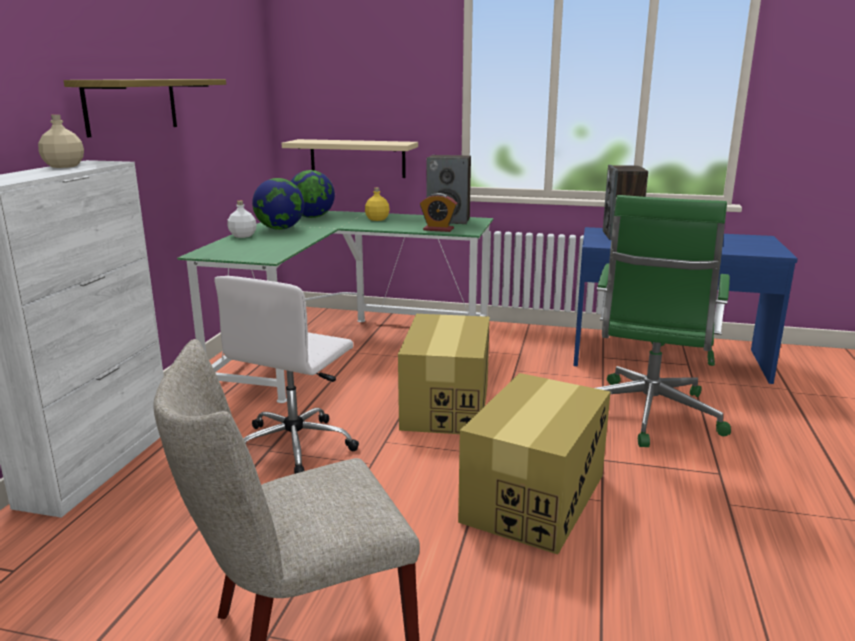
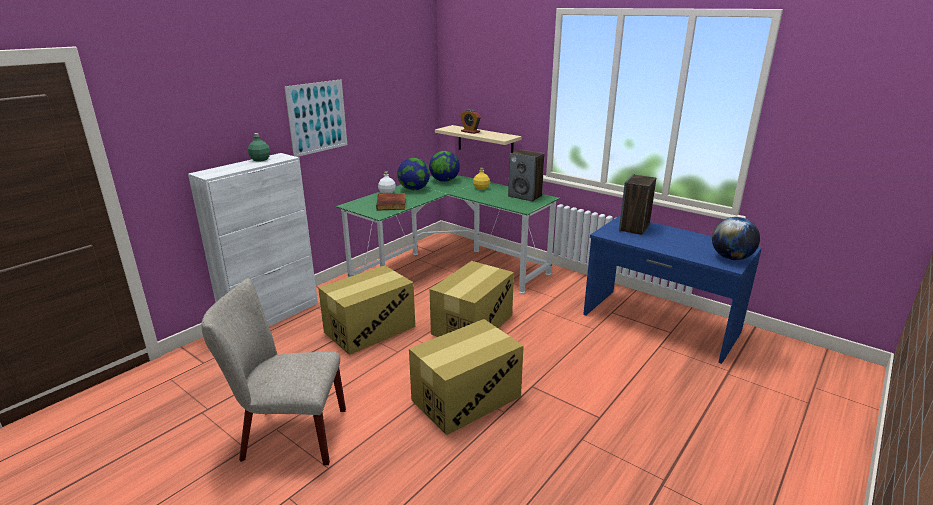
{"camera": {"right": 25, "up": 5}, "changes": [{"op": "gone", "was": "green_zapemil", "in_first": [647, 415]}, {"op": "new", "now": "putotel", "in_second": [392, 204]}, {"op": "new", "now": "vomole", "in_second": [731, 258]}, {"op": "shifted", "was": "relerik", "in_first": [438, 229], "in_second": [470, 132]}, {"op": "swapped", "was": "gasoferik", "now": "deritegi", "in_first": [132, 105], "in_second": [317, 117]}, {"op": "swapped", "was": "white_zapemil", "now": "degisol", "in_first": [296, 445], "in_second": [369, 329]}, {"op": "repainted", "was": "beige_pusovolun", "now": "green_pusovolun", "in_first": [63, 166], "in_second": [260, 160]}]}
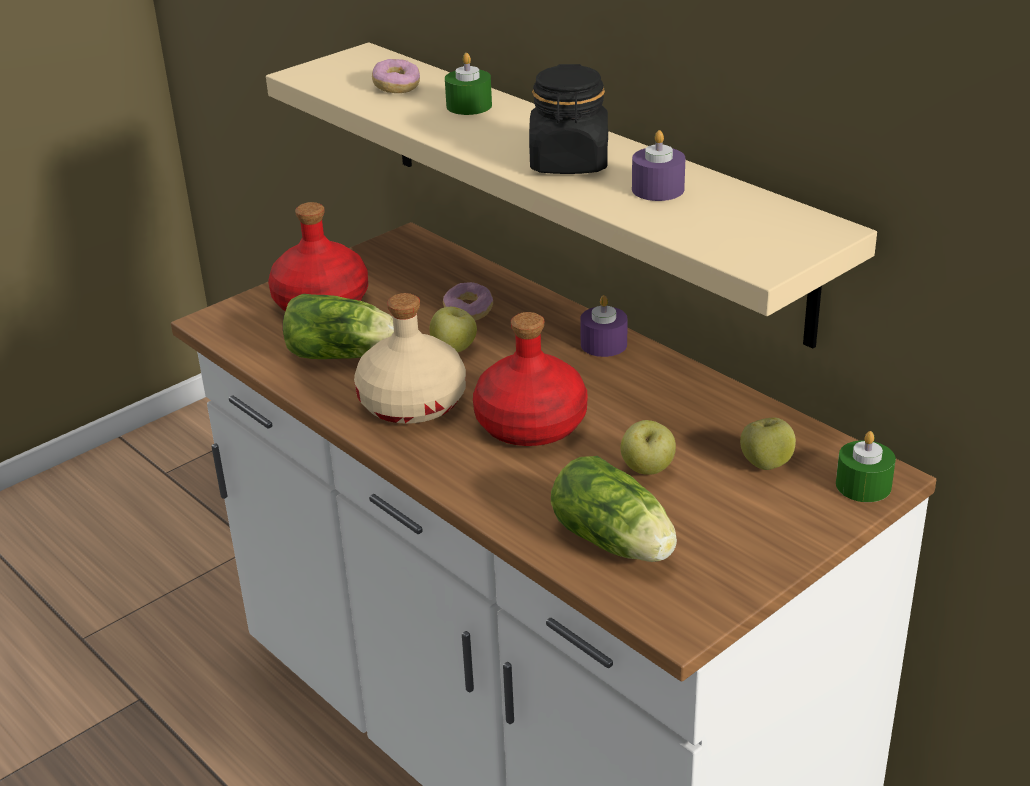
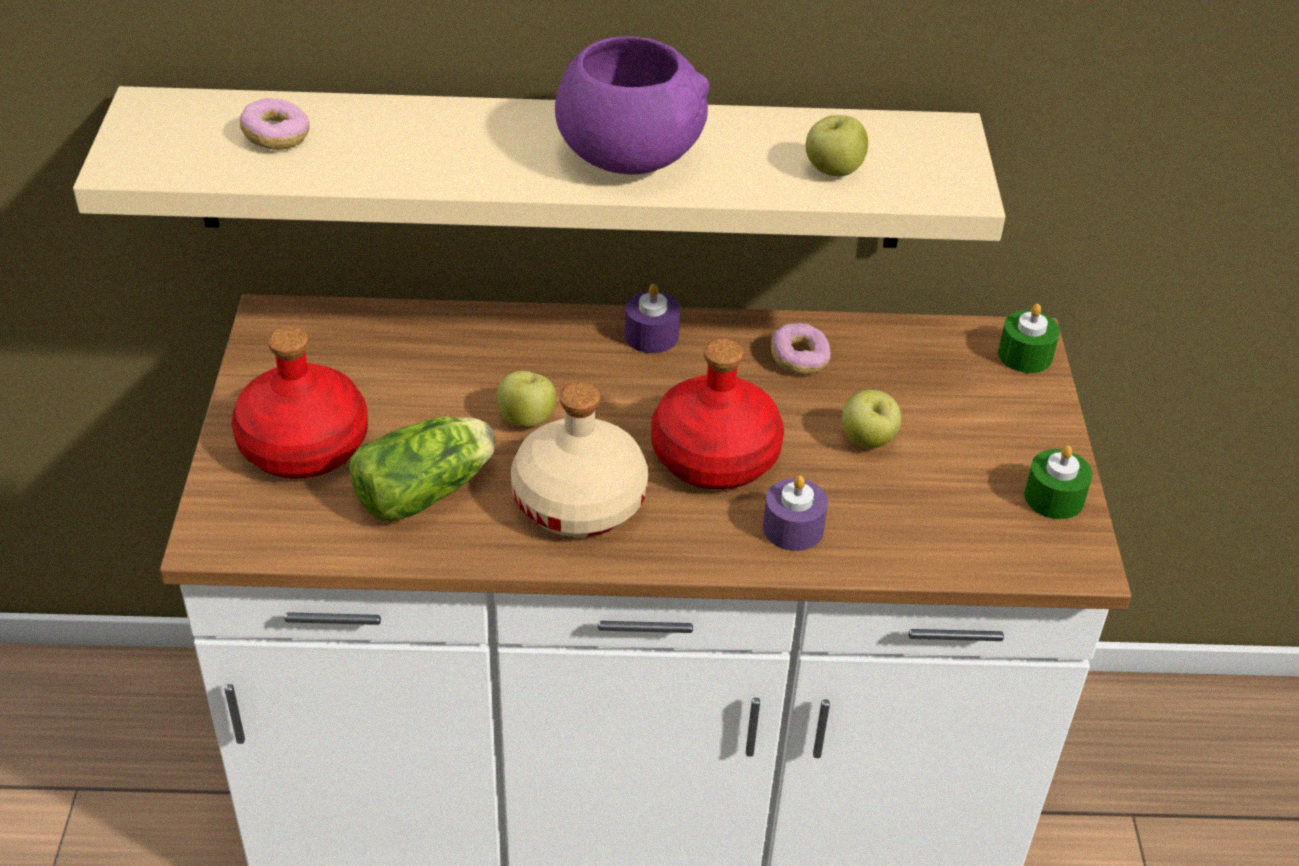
{"camera": {"right": -50, "up": 10}, "changes": [{"op": "gone", "was": "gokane", "in_first": [616, 544]}, {"op": "shifted", "was": "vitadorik", "in_first": [468, 312], "in_second": [799, 360]}, {"op": "shifted", "was": "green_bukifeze", "in_first": [469, 106], "in_second": [1054, 498]}, {"op": "shifted", "was": "purple_bukifeze", "in_first": [658, 189], "in_second": [793, 528]}, {"op": "shifted", "was": "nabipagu", "in_first": [766, 464], "in_second": [833, 171]}, {"op": "swapped", "was": "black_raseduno", "now": "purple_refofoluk", "in_first": [569, 163], "in_second": [628, 157]}]}
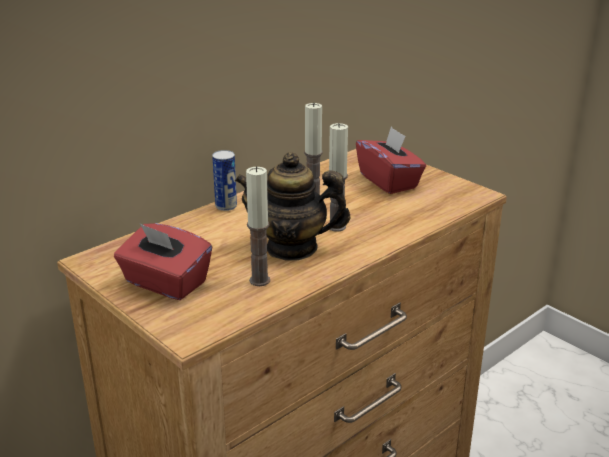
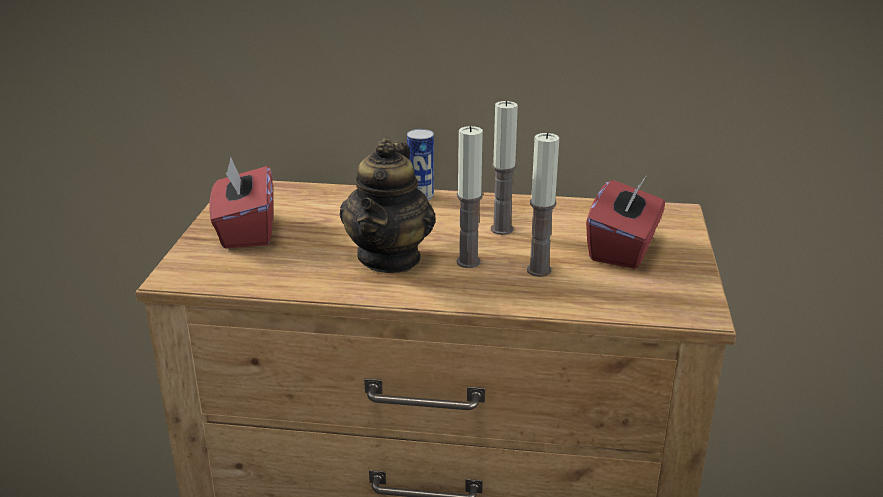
{"camera": {"right": 50, "up": 0}, "changes": [{"op": "shifted", "was": "bukifeze", "in_first": [259, 280], "in_second": [539, 270]}, {"op": "rotated", "was": "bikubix", "in_first": [292, 248], "in_second": [390, 257], "clockwise": -135}]}
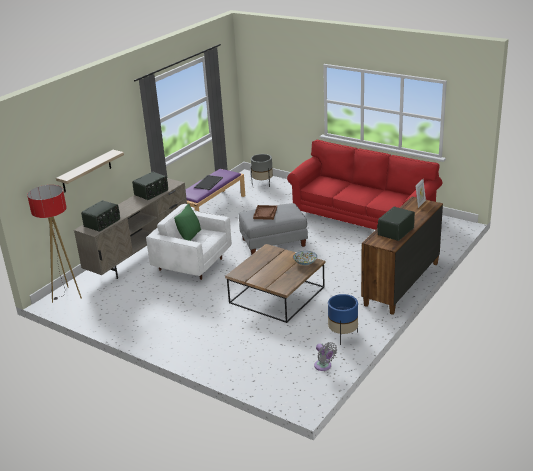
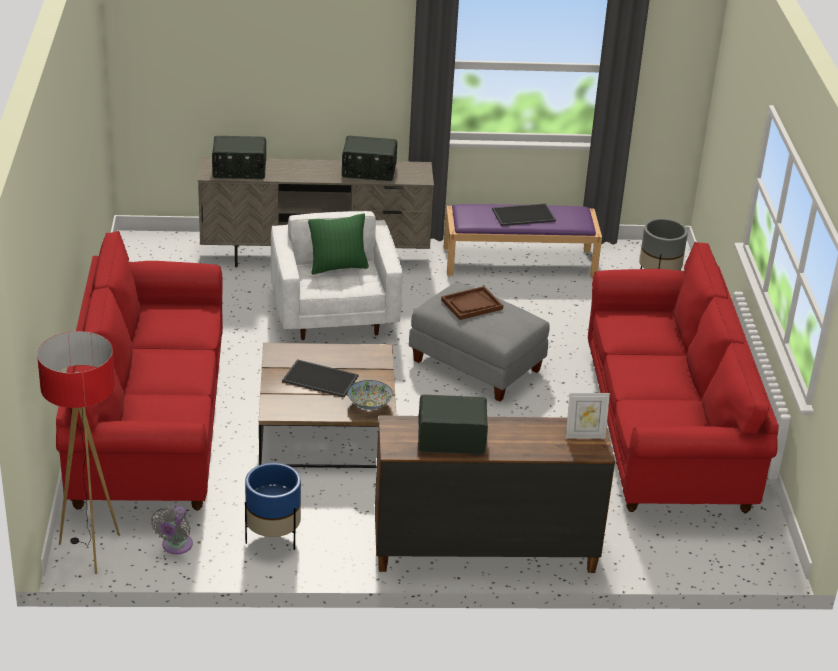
{"camera": {"right": 50, "up": 5}, "changes": [{"op": "gone", "was": "gasoferik", "in_first": [86, 171]}, {"op": "new", "now": "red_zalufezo", "in_second": [150, 425]}, {"op": "new", "now": "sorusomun", "in_second": [321, 378]}, {"op": "shifted", "was": "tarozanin", "in_first": [67, 296], "in_second": [91, 551]}]}
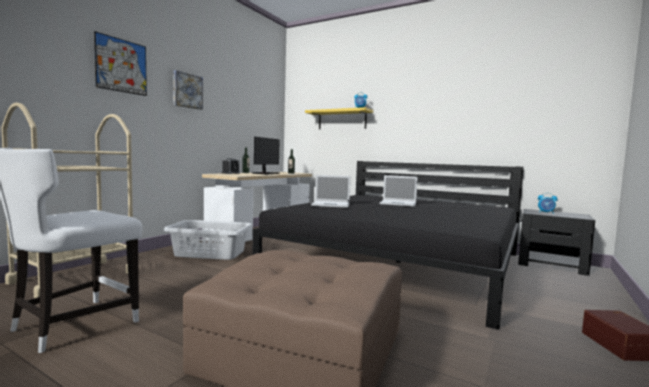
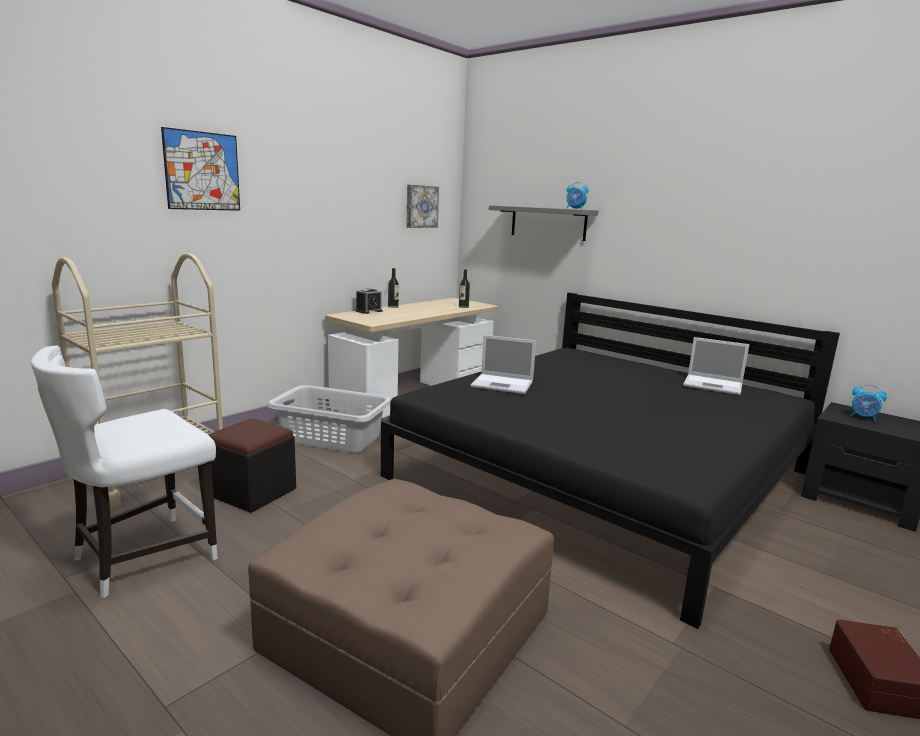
{"camera": {"right": 10, "up": 10}, "changes": [{"op": "gone", "was": "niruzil", "in_first": [265, 173]}, {"op": "new", "now": "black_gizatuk", "in_second": [253, 492]}, {"op": "shifted", "was": "deritegi", "in_first": [187, 91], "in_second": [421, 206]}, {"op": "shifted", "was": "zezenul", "in_first": [399, 203], "in_second": [714, 385]}, {"op": "repainted", "was": "yellow_gasoferik", "now": "grey_gasoferik", "in_first": [342, 120], "in_second": [548, 223]}]}
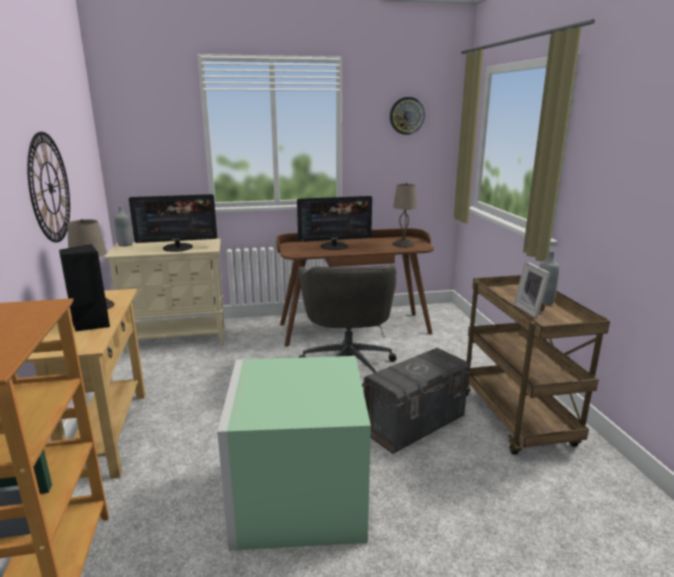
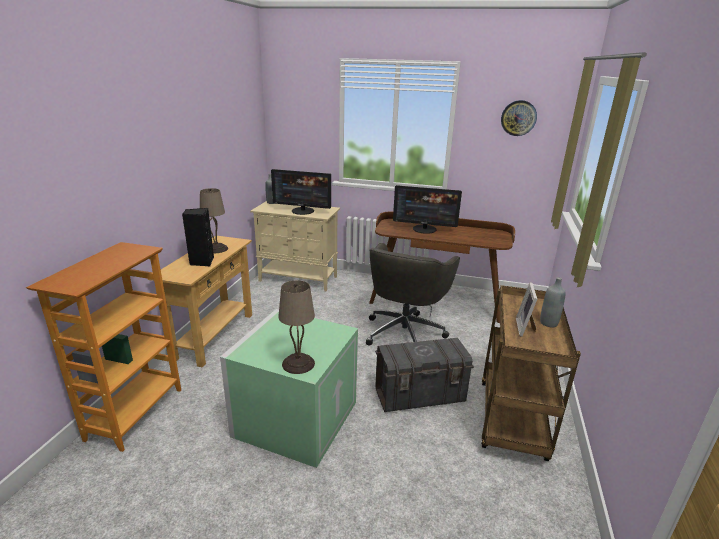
{"camera": {"right": 25, "up": 5}, "changes": [{"op": "gone", "was": "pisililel", "in_first": [50, 188]}, {"op": "shifted", "was": "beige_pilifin", "in_first": [404, 244], "in_second": [298, 364]}]}
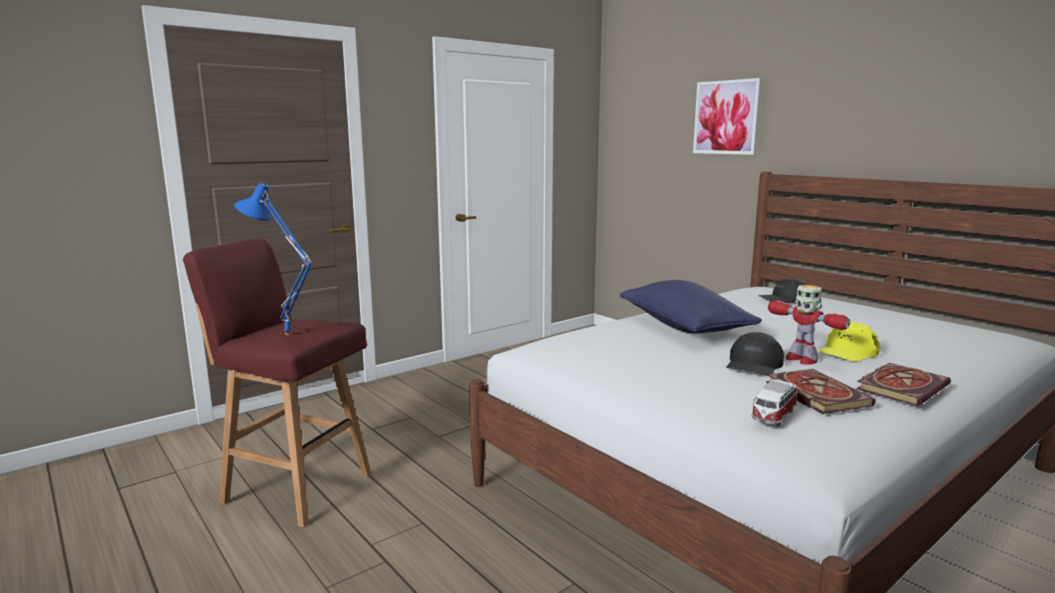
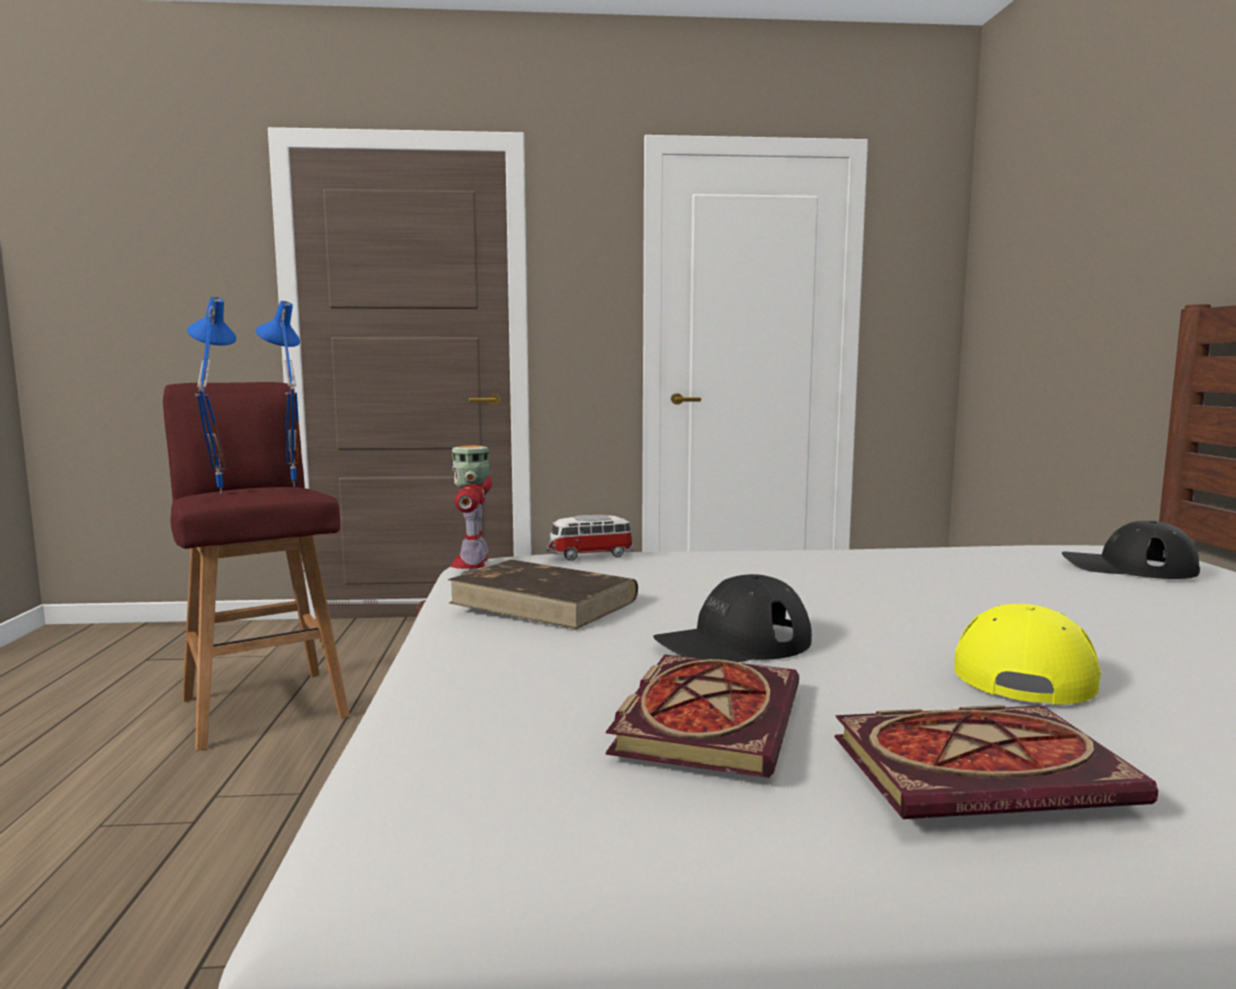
{"camera": {"right": 35, "up": -5}, "changes": [{"op": "gone", "was": "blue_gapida", "in_first": [684, 327]}, {"op": "gone", "was": "deritegi", "in_first": [726, 117]}, {"op": "new", "now": "blue_pilifin", "in_second": [290, 486]}, {"op": "new", "now": "brown_putotel", "in_second": [545, 602]}, {"op": "shifted", "was": "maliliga", "in_first": [773, 416], "in_second": [589, 555]}, {"op": "shifted", "was": "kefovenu", "in_first": [800, 359], "in_second": [472, 563]}, {"op": "rotated", "was": "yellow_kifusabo", "in_first": [847, 352], "in_second": [1024, 670], "clockwise": 120}]}
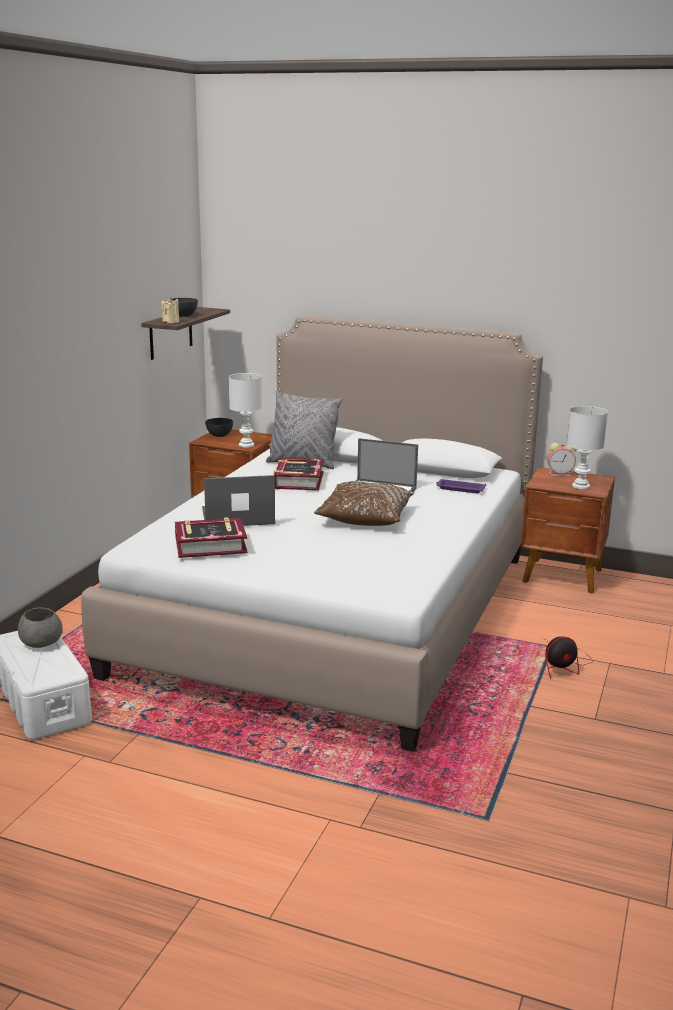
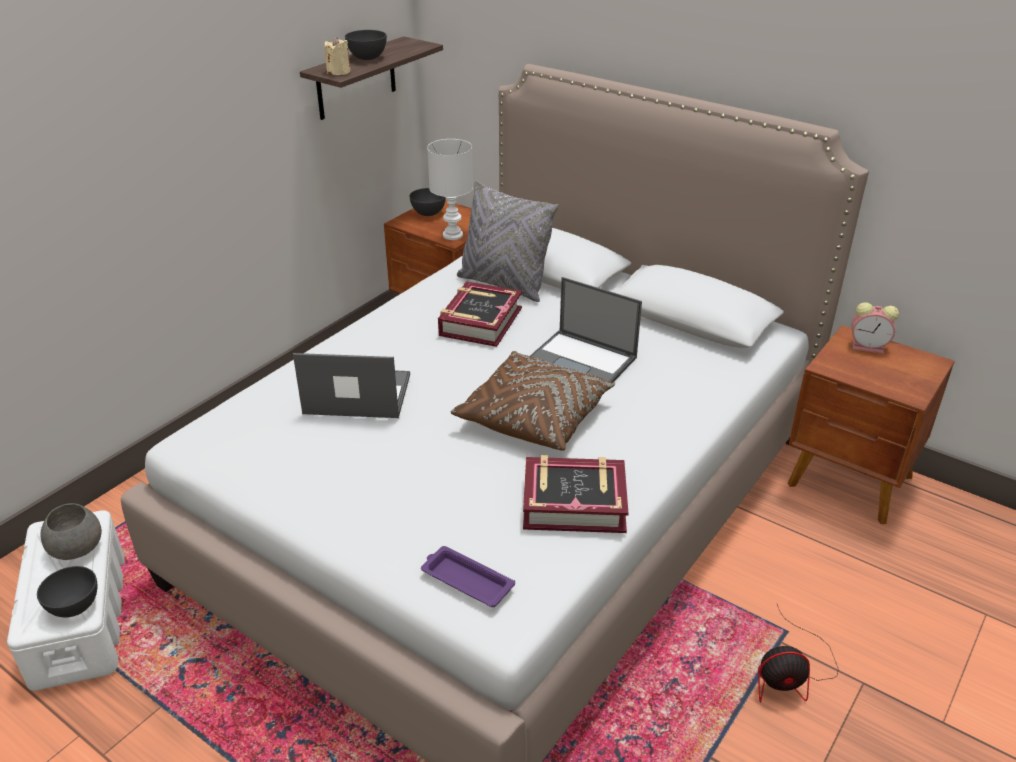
{"camera": {"right": 15, "up": 15}, "changes": [{"op": "gone", "was": "white_pilifin", "in_first": [580, 486]}, {"op": "new", "now": "grey_refofoluk", "in_second": [74, 606]}, {"op": "shifted", "was": "putotel", "in_first": [210, 545], "in_second": [574, 503]}, {"op": "shifted", "was": "purple_sorusomun", "in_first": [459, 489], "in_second": [466, 580]}]}
